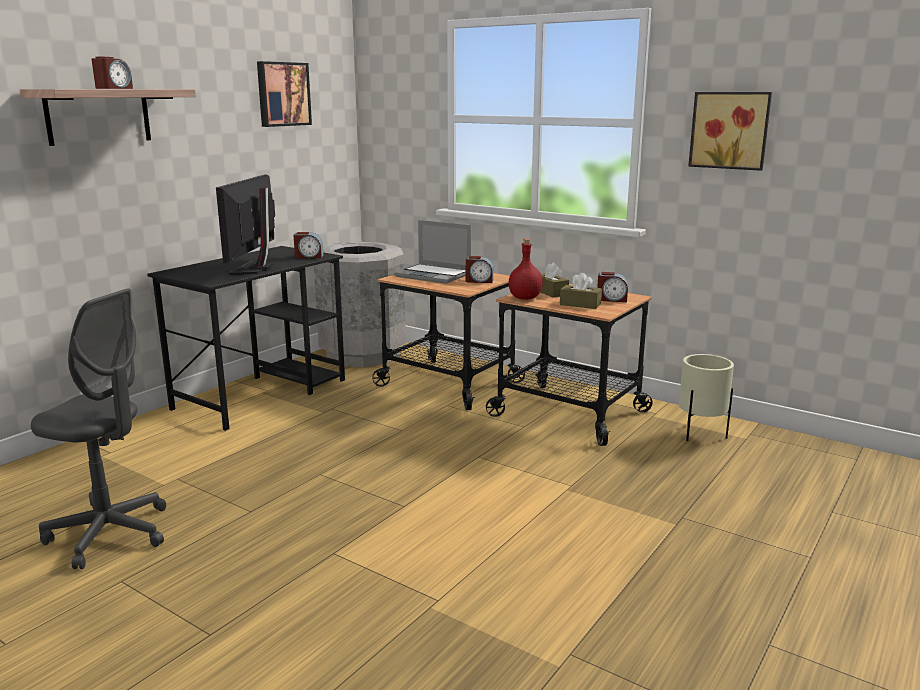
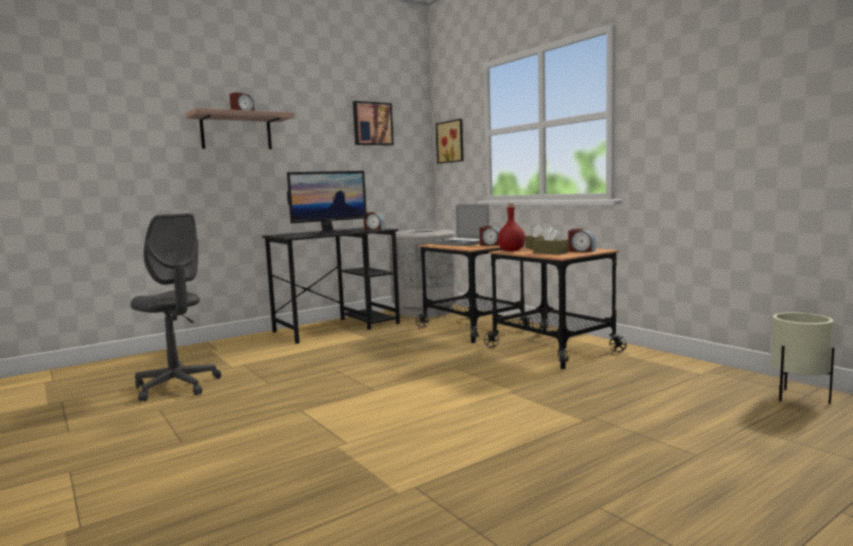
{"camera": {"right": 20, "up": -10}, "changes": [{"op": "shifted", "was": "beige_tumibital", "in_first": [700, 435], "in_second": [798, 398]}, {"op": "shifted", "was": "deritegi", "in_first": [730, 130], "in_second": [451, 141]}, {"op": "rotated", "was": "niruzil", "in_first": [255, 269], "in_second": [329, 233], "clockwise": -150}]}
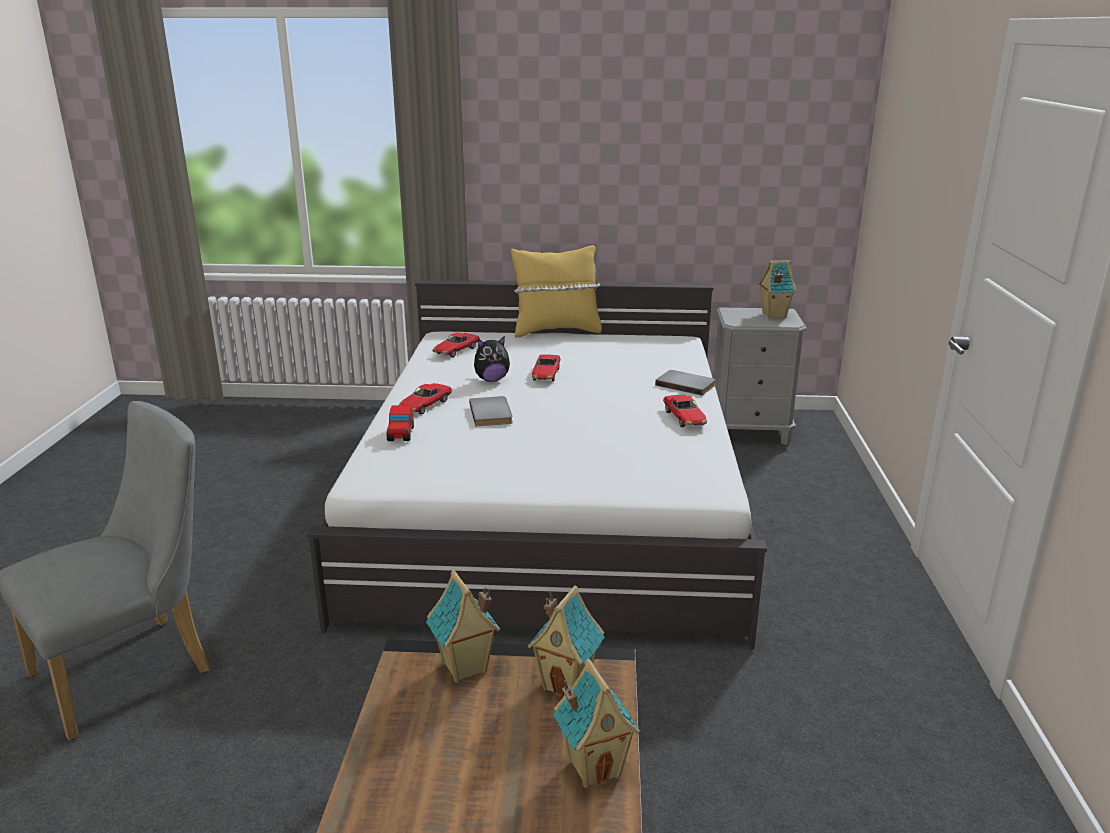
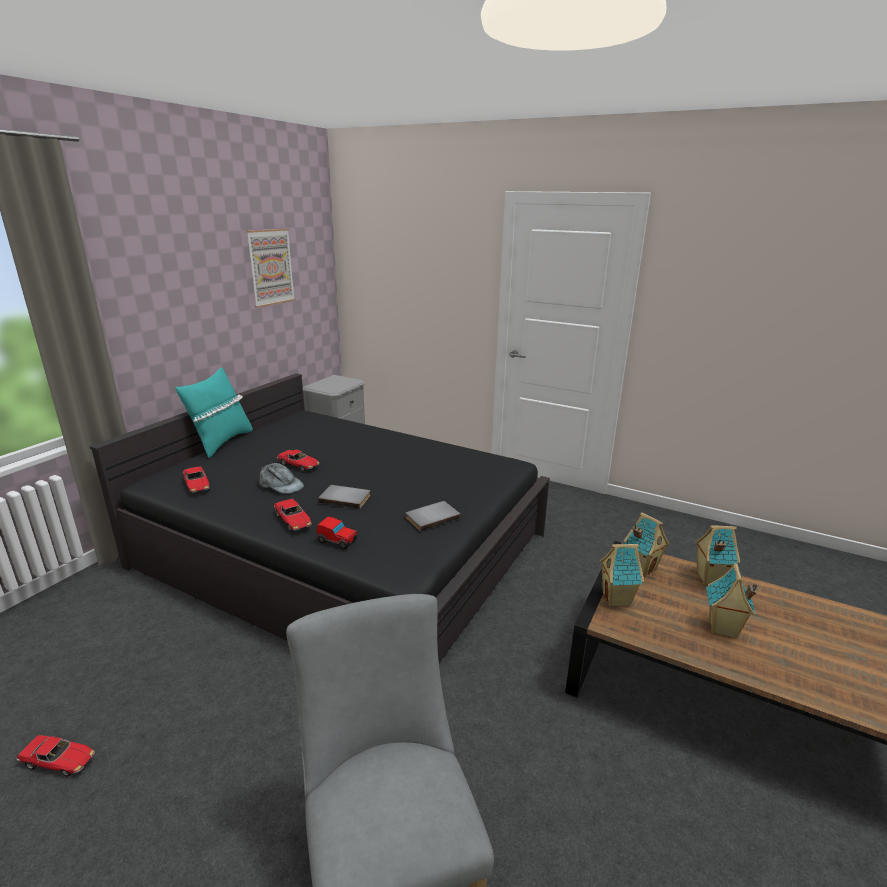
{"camera": {"right": -65, "up": 0}, "changes": [{"op": "new", "now": "deritegi", "in_second": [270, 267]}, {"op": "shifted", "was": "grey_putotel", "in_first": [686, 384], "in_second": [431, 517]}, {"op": "shifted", "was": "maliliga", "in_first": [685, 418], "in_second": [59, 761]}, {"op": "shifted", "was": "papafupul", "in_first": [773, 315], "in_second": [722, 629]}, {"op": "swapped", "was": "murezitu", "now": "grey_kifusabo", "in_first": [491, 380], "in_second": [281, 485]}, {"op": "repainted", "was": "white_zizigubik", "now": "black_zizigubik", "in_first": [552, 502], "in_second": [343, 550]}, {"op": "repainted", "was": "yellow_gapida", "now": "turquoise_gapida", "in_first": [556, 331], "in_second": [221, 442]}]}
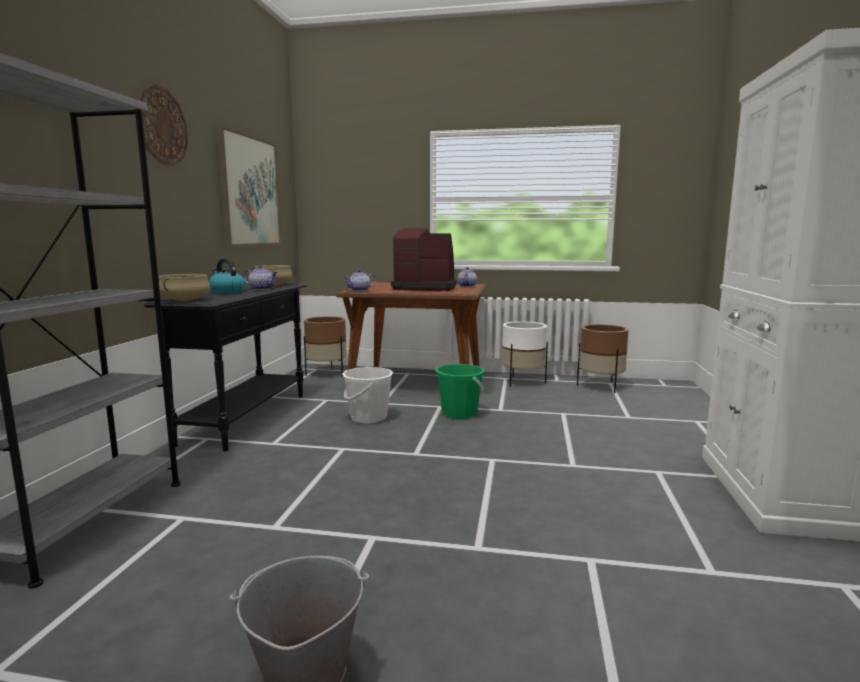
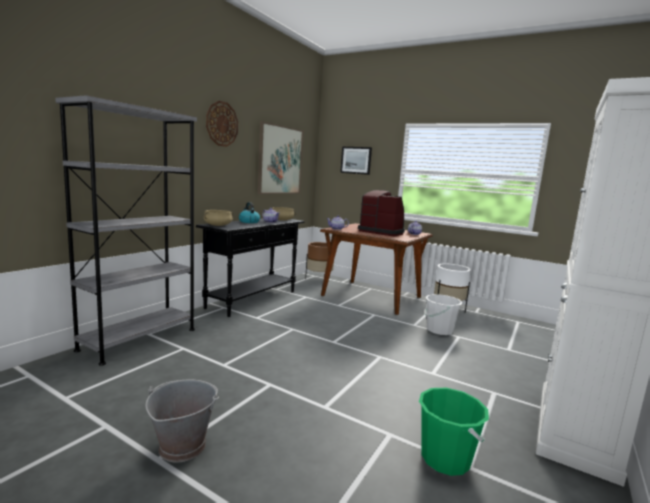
{"camera": {"right": 20, "up": 0}, "changes": [{"op": "gone", "was": "brown_tumibital", "in_first": [601, 387]}, {"op": "new", "now": "deritegi", "in_second": [356, 160]}, {"op": "shifted", "was": "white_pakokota", "in_first": [368, 417], "in_second": [439, 330]}, {"op": "shifted", "was": "green_pakokota", "in_first": [459, 413], "in_second": [445, 459]}]}
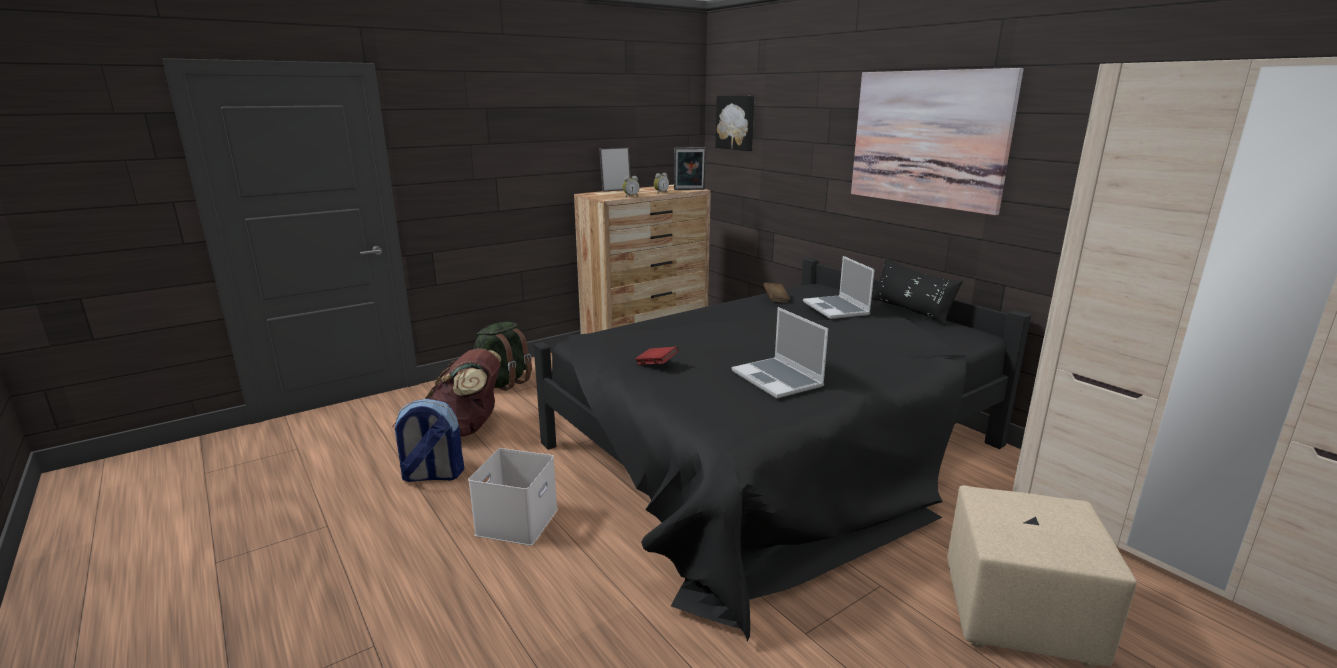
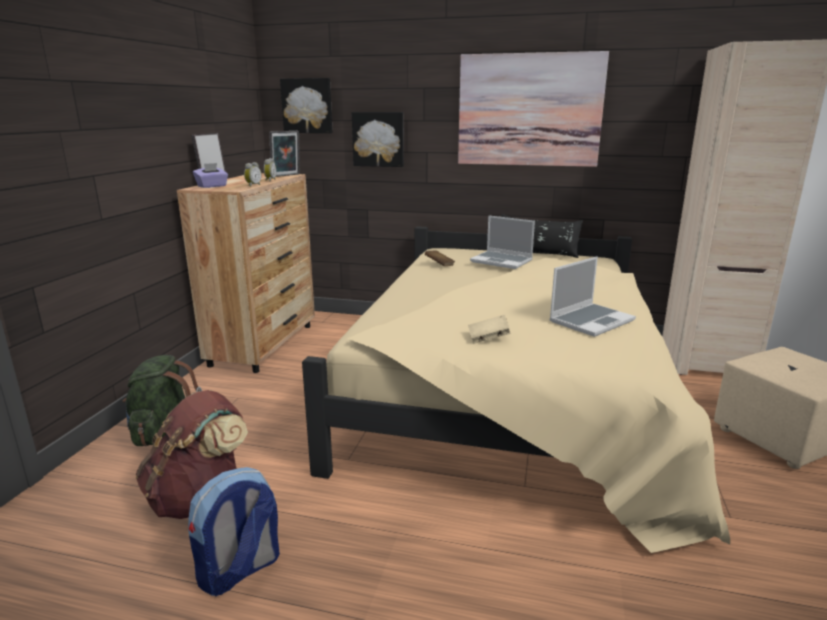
{"camera": {"right": -40, "up": 0}, "changes": [{"op": "gone", "was": "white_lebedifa", "in_first": [516, 520]}, {"op": "new", "now": "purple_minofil", "in_second": [212, 186]}, {"op": "new", "now": "deritegi", "in_second": [378, 139]}, {"op": "repainted", "was": "black_zizigubik", "now": "beige_zizigubik", "in_first": [773, 454], "in_second": [510, 399]}, {"op": "repainted", "was": "red_putotel", "now": "beige_putotel", "in_first": [656, 365], "in_second": [488, 338]}, {"op": "rotated", "was": "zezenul", "in_first": [778, 379], "in_second": [591, 320], "clockwise": -60}]}
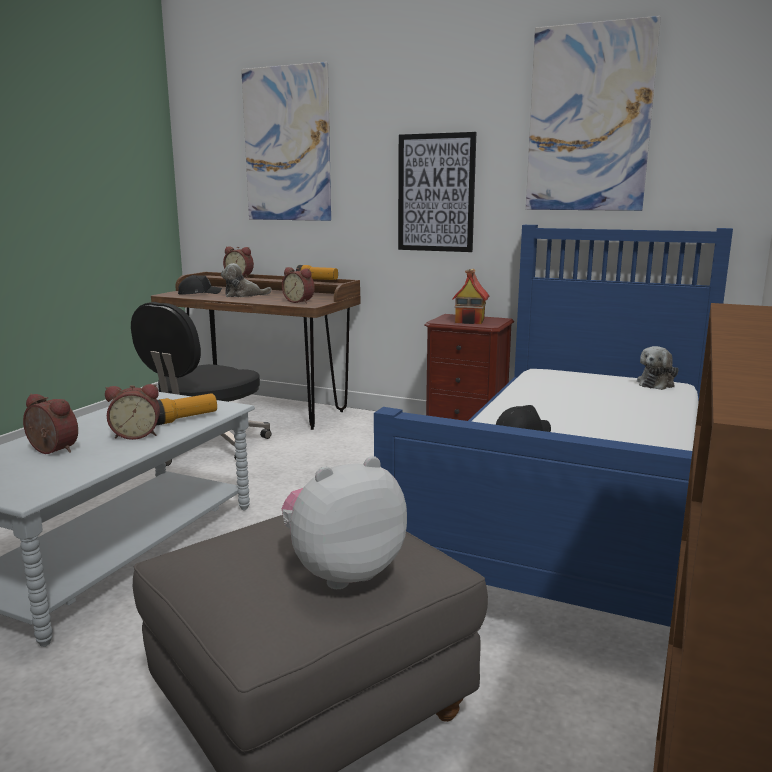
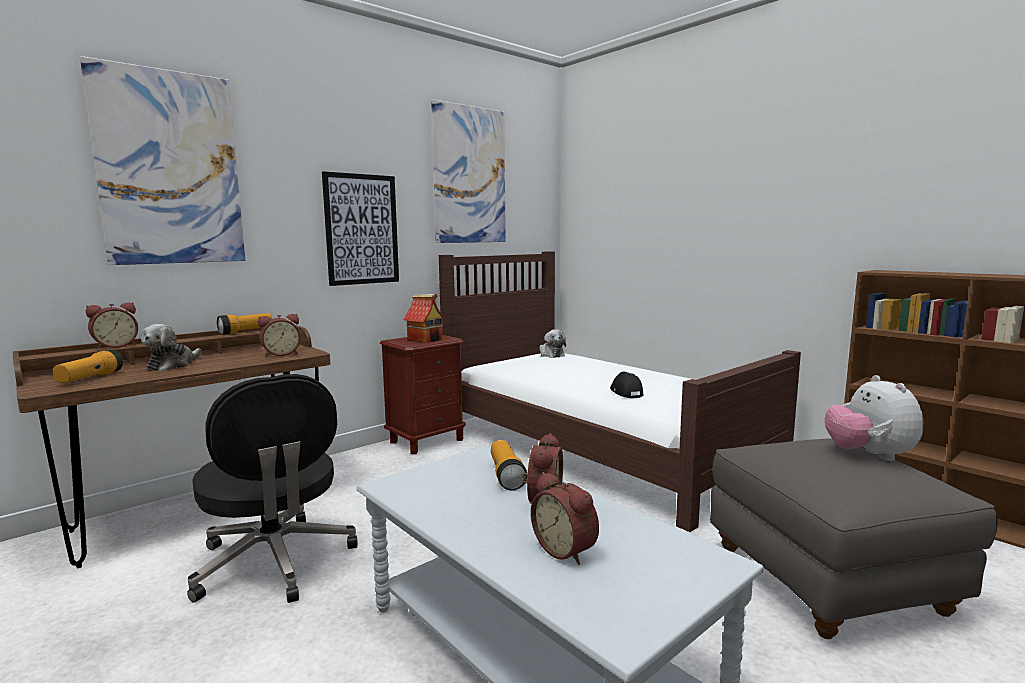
{"camera": {"right": -65, "up": -5}, "changes": [{"op": "swapped", "was": "black_kifusabo", "now": "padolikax", "in_first": [199, 293], "in_second": [90, 378]}, {"op": "repainted", "was": "blue_zizigubik", "now": "brown_zizigubik", "in_first": [574, 513], "in_second": [597, 445]}, {"op": "rotated", "was": "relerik", "in_first": [50, 451], "in_second": [566, 549], "clockwise": -90}]}
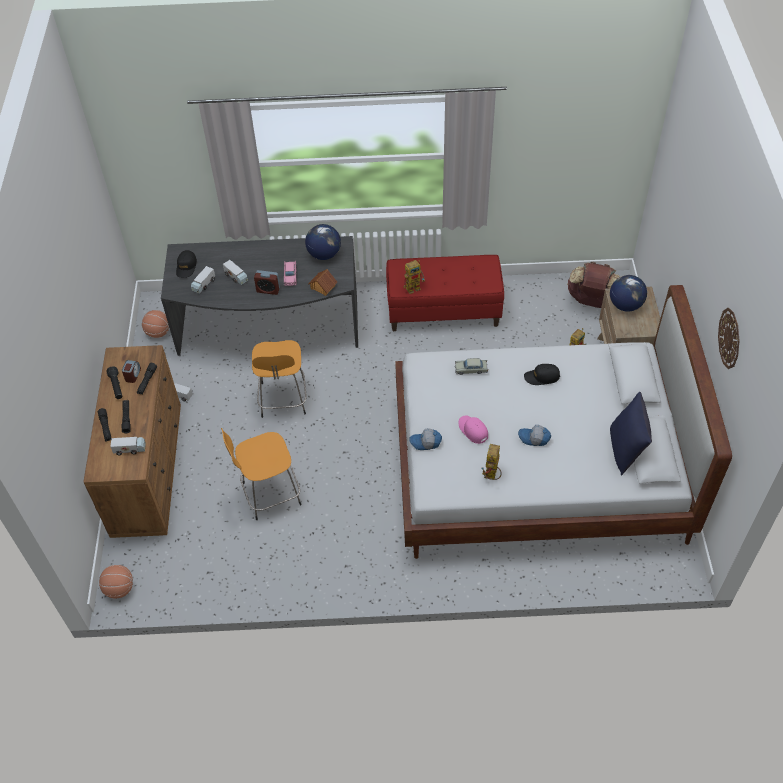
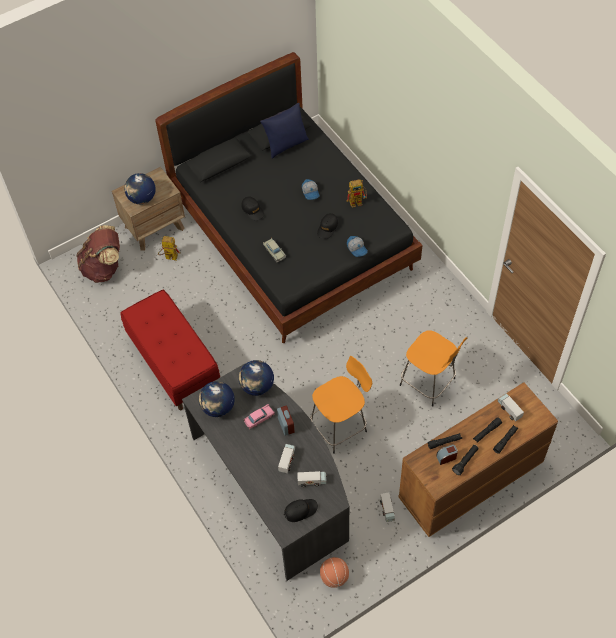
{"camera": {"right": -120, "up": 5}, "changes": [{"op": "gone", "was": "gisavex", "in_first": [120, 589]}, {"op": "gone", "was": "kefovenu", "in_first": [415, 287]}, {"op": "gone", "was": "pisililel", "in_first": [729, 338]}, {"op": "swapped", "was": "papafupul", "now": "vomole", "in_first": [322, 287], "in_second": [257, 386]}, {"op": "repainted", "was": "white_zizigubik", "now": "black_zizigubik", "in_first": [537, 469], "in_second": [293, 236]}, {"op": "repainted", "was": "pink_kifusabo", "now": "black_kifusabo", "in_first": [473, 430], "in_second": [327, 228]}]}
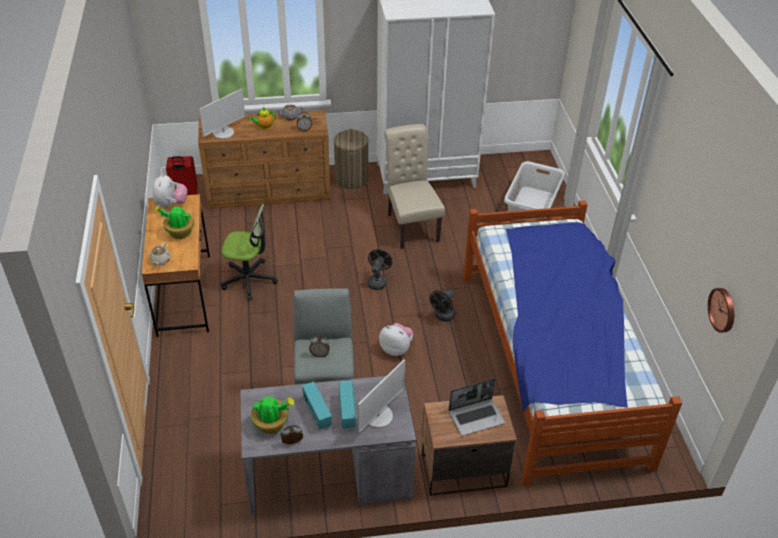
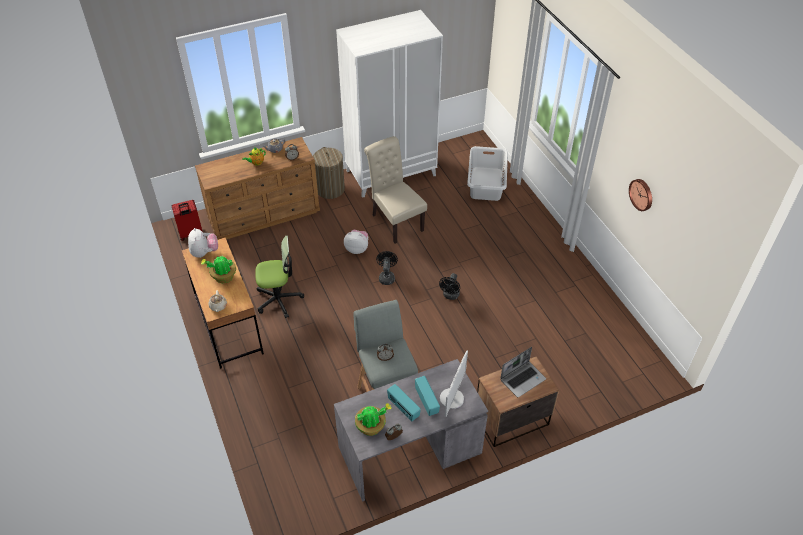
{"camera": {"right": -15, "up": 5}, "changes": [{"op": "gone", "was": "niruzil", "in_first": [223, 133]}, {"op": "gone", "was": "zizigubik", "in_first": [551, 364]}, {"op": "shifted", "was": "murezitu", "in_first": [396, 349], "in_second": [357, 249]}, {"op": "shifted", "was": "pisililel", "in_first": [723, 310], "in_second": [642, 194]}]}
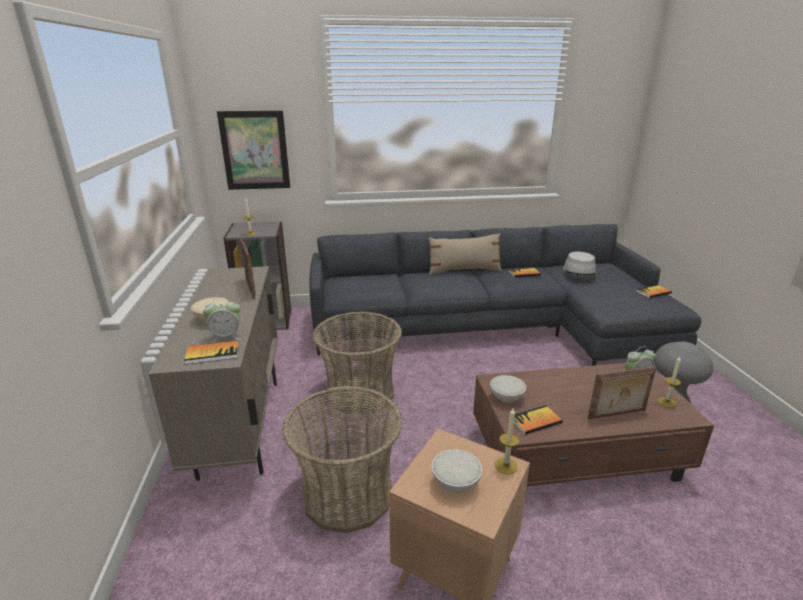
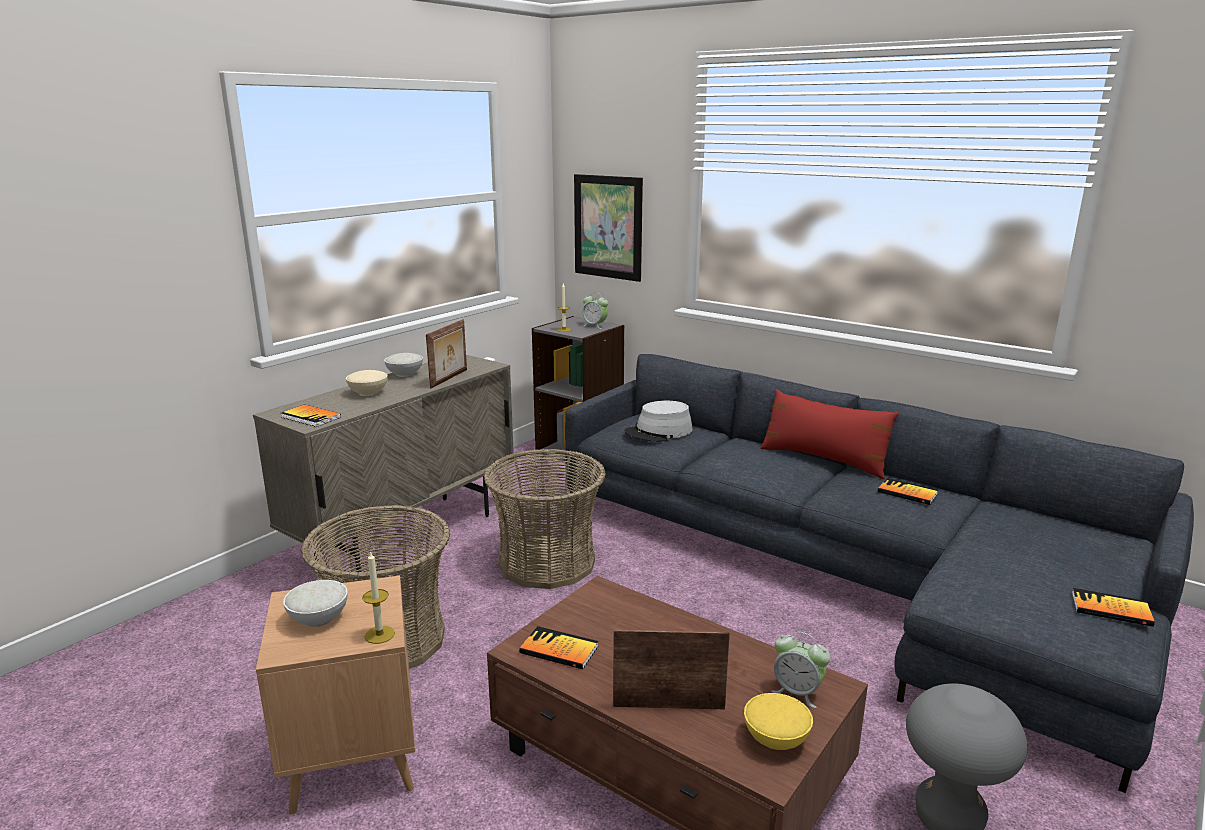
{"camera": {"right": 45, "up": -5}, "changes": [{"op": "shifted", "was": "relerik", "in_first": [226, 337], "in_second": [595, 326]}, {"op": "shifted", "was": "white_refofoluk", "in_first": [506, 397], "in_second": [405, 374]}, {"op": "shifted", "was": "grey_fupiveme", "in_first": [579, 272], "in_second": [659, 432]}, {"op": "swapped", "was": "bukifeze", "now": "yellow_refofoluk", "in_first": [666, 402], "in_second": [776, 739]}, {"op": "repainted", "was": "beige_gapida", "now": "red_gapida", "in_first": [464, 270], "in_second": [824, 459]}, {"op": "rotated", "was": "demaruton", "in_first": [617, 415], "in_second": [668, 705], "clockwise": 150}]}
